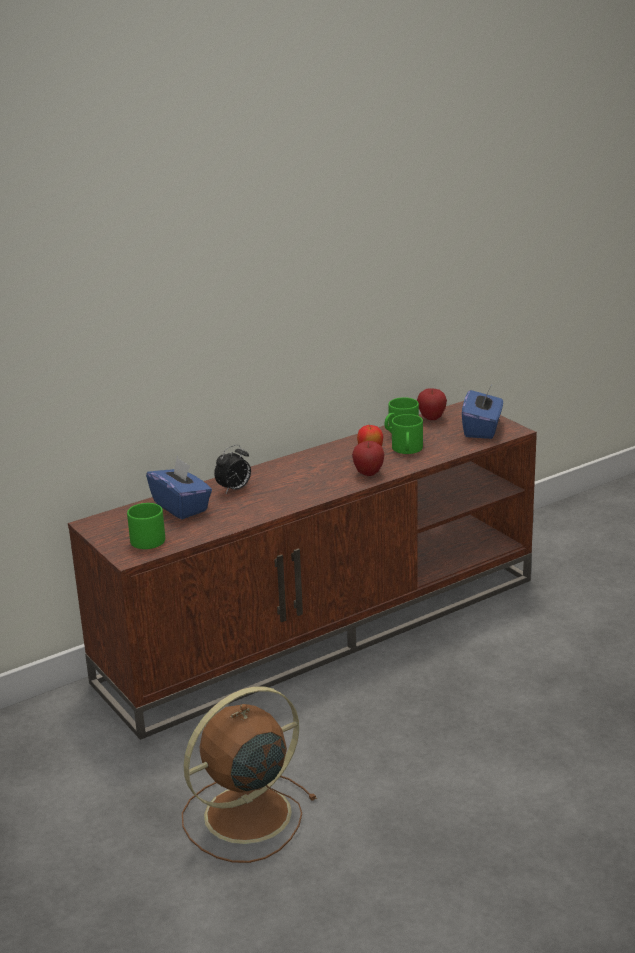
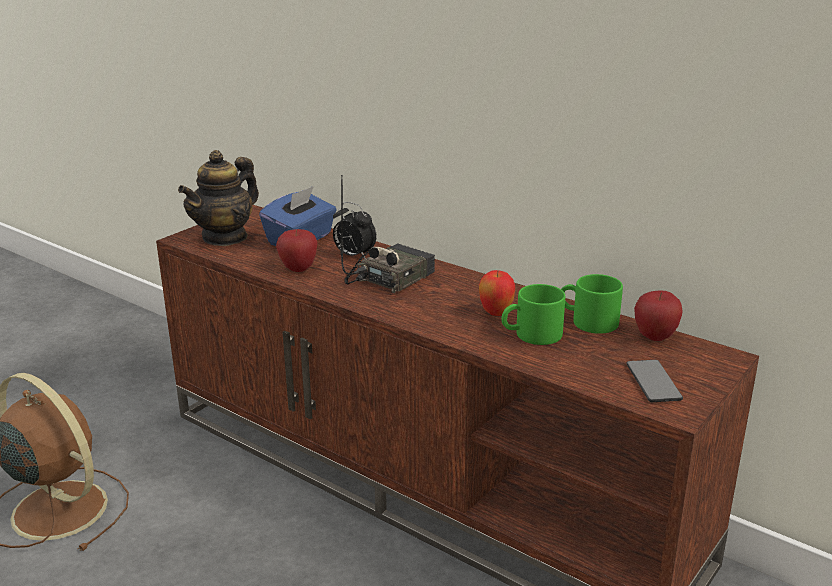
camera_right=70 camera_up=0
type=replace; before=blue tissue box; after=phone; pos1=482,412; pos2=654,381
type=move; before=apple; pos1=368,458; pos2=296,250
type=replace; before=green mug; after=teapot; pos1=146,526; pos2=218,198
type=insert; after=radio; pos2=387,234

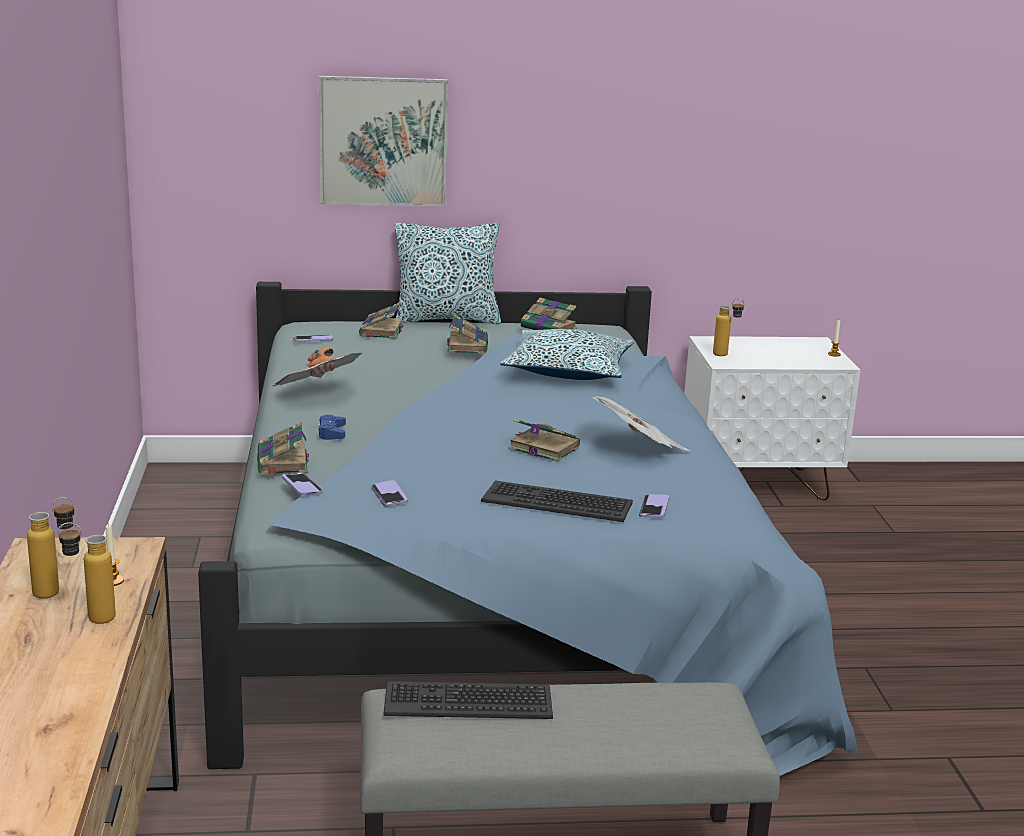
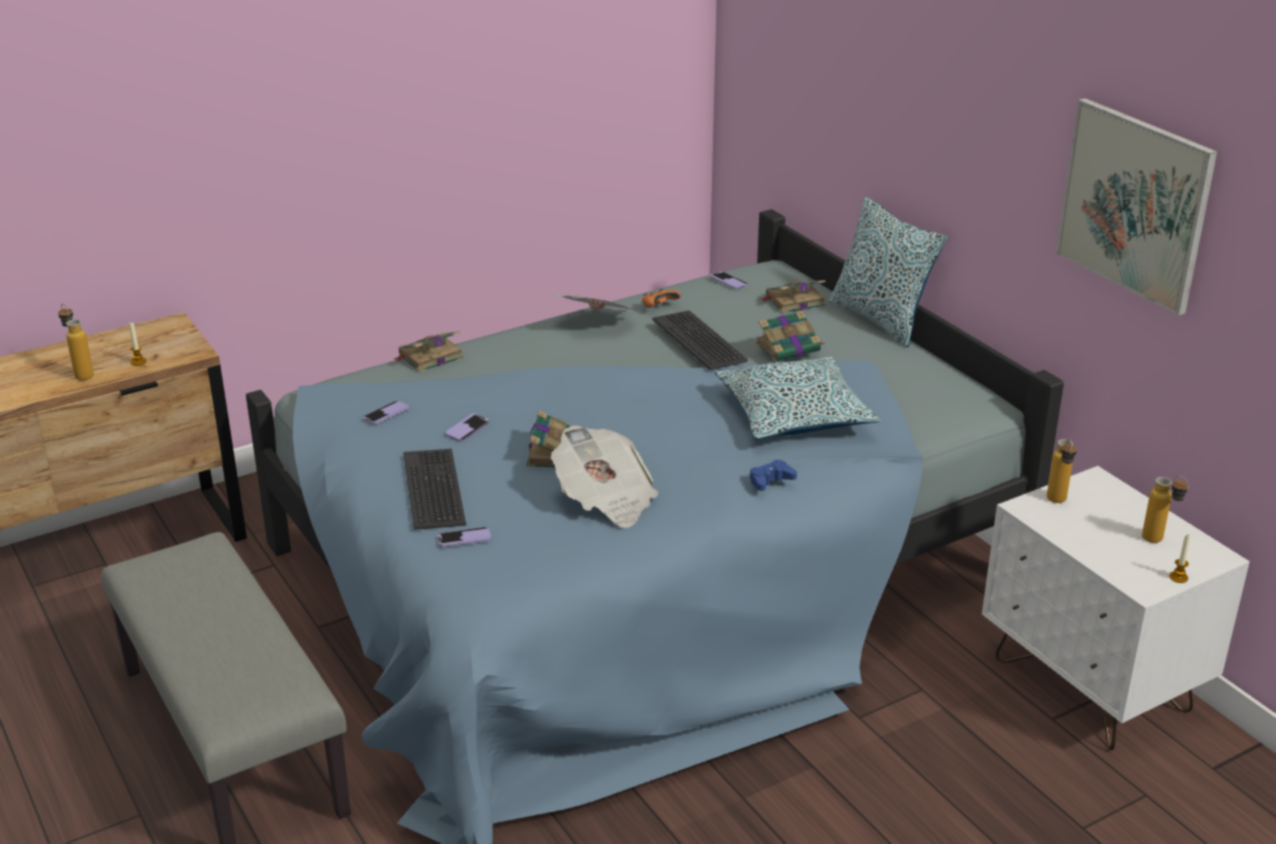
camera_right=65 camera_up=10
type=move; before=picture; pos1=383,141; pos2=1136,207
type=delete; before=book; pos1=549,313
type=move; before=blue game controller; pos1=332,427; pos2=773,475
type=move; before=phone; pos1=302,484; pos2=468,428
type=move; before=bottle; pos1=51,548; pos2=1165,509
type=move; before=keyboard; pos1=468,700; pos2=700,340

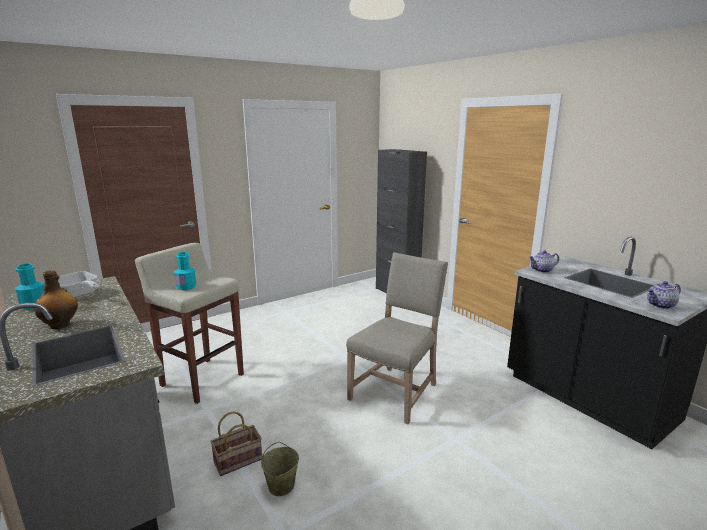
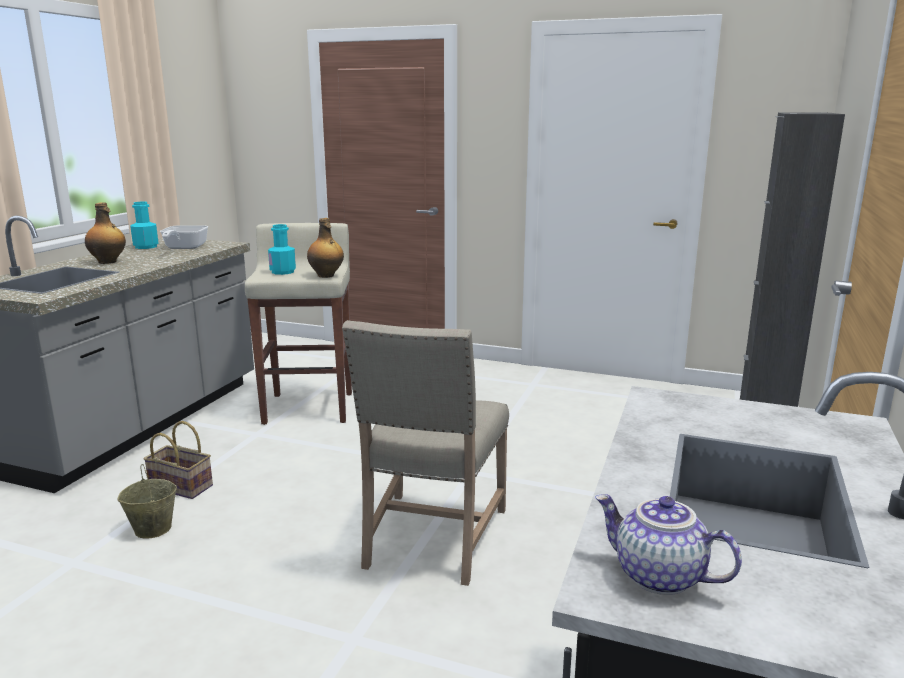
camera_right=55 camera_up=0
type=delete; before=teapot; pos1=544,261
type=rotate; before=beige chair; pos1=397,338; pos2=425,453; turn=105
type=insert; after=bottle; pos2=325,248

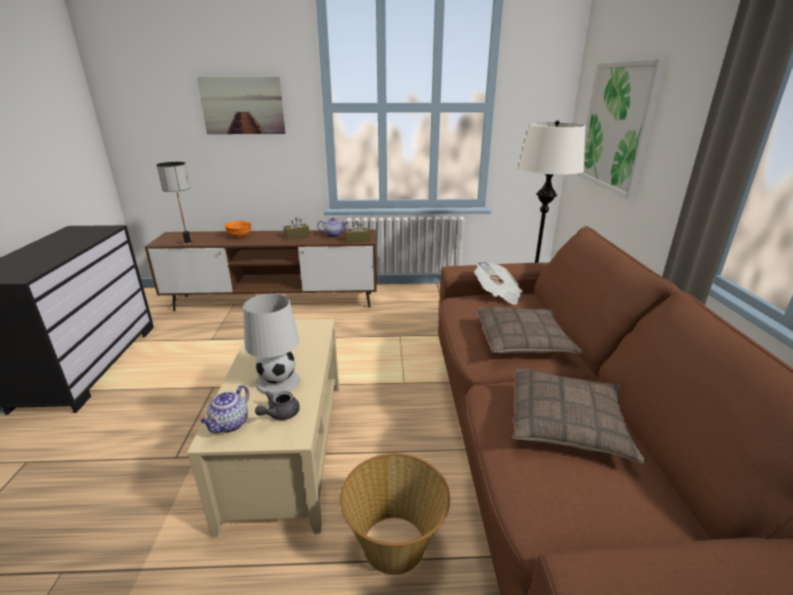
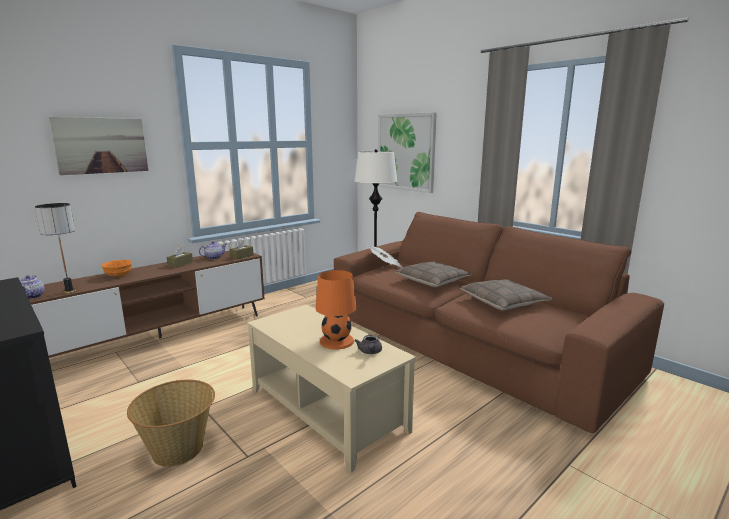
camera_right=-40 camera_up=-10
type=recolor; before=white table lamp; after=orange table lamp; pos1=271,344; pos2=336,310
type=move; before=teapot; pos1=225,409; pos2=32,287
type=move; before=basket; pos1=395,514; pos2=171,423

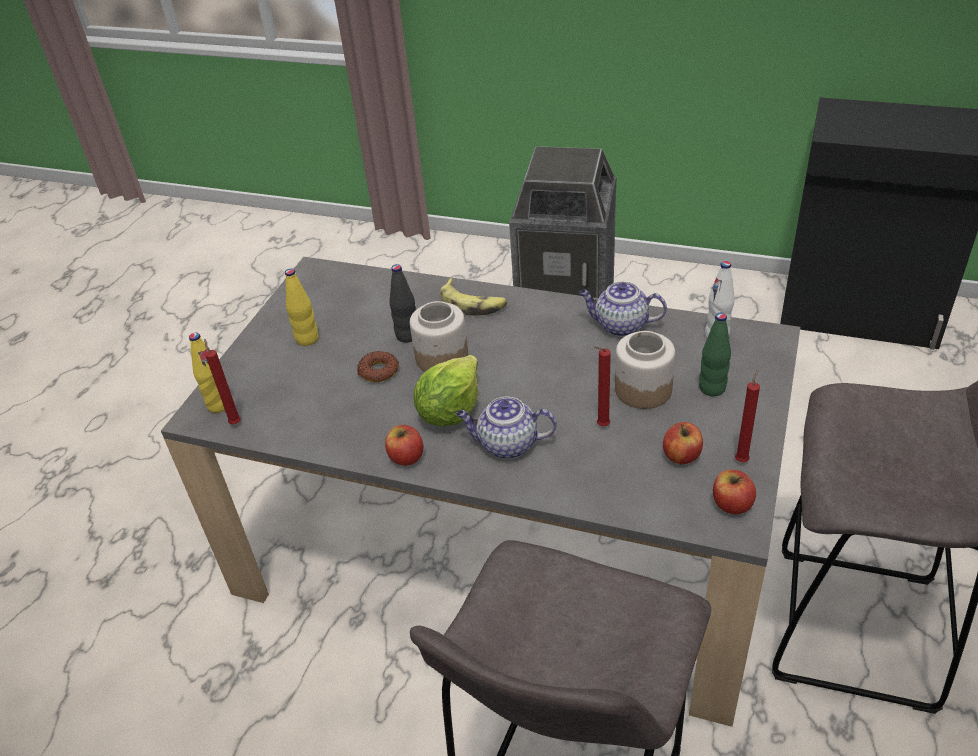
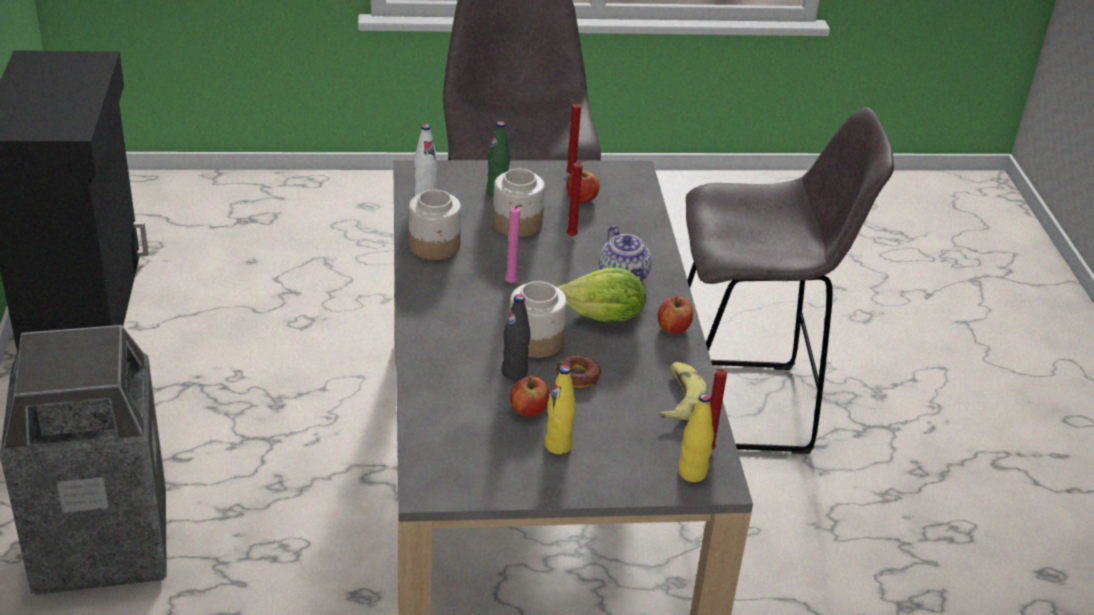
camera_right=-120 camera_up=-5
type=move; before=banana; pos1=473,297; pos2=683,391
type=replace; before=teapot; after=jar; pos1=623,309; pos2=435,224
type=move; before=apple; pos1=734,492; pos2=529,396
type=insert; after=pink candle; pos2=514,244

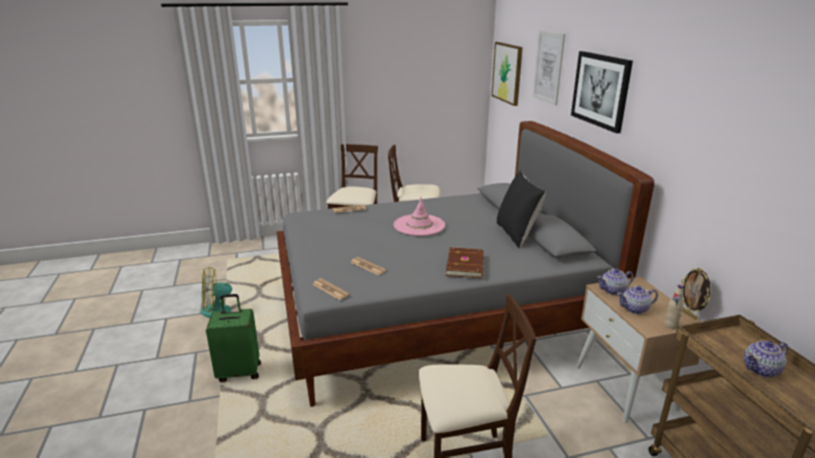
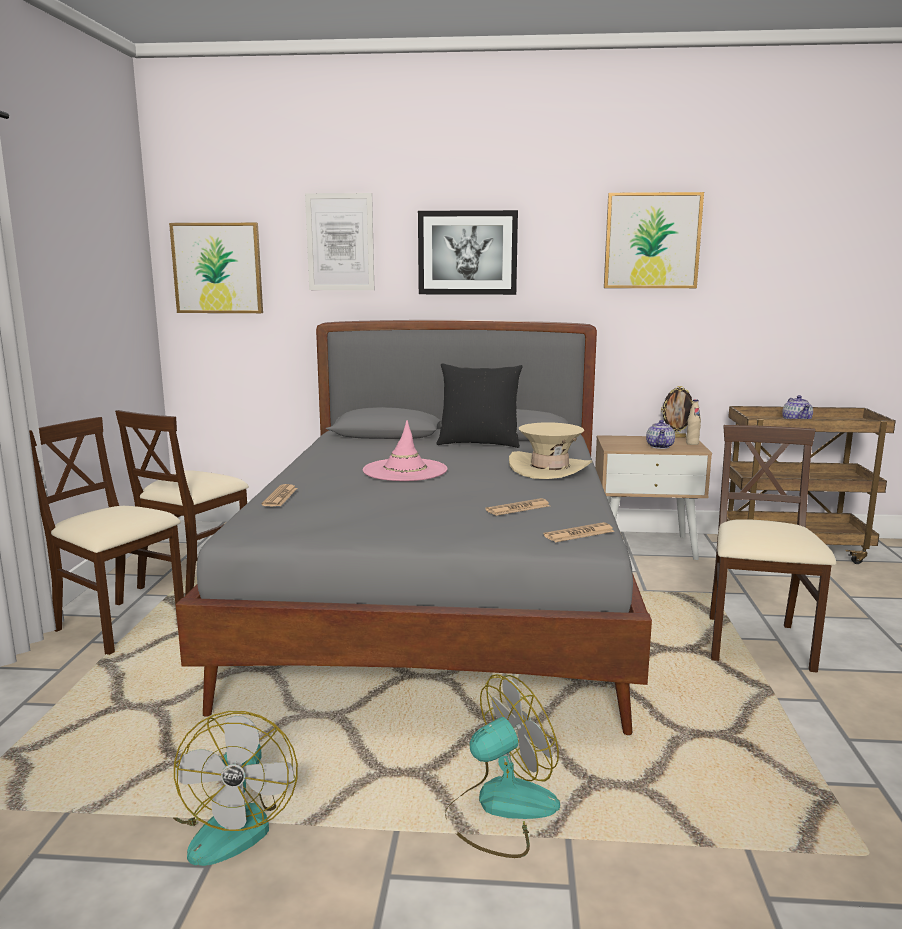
camera_right=-70 camera_up=-10
type=replace; before=brown book; after=beige hat; pos1=465,262; pos2=550,450
type=delete; before=teapot; pos1=615,282
type=replace; before=green suitcase; after=fan; pos1=233,338; pos2=502,766
type=insert; after=picture; pos2=654,240

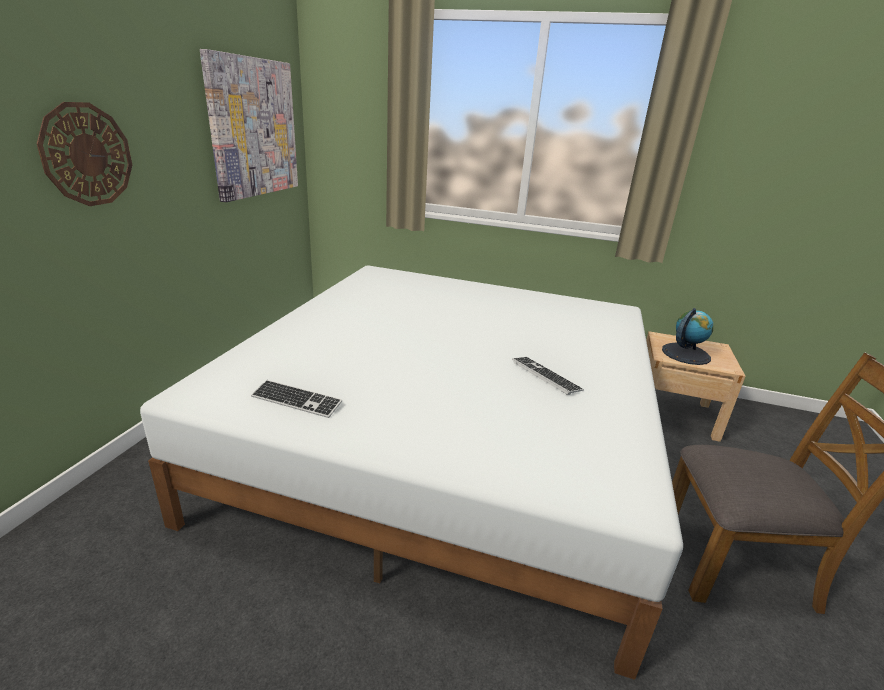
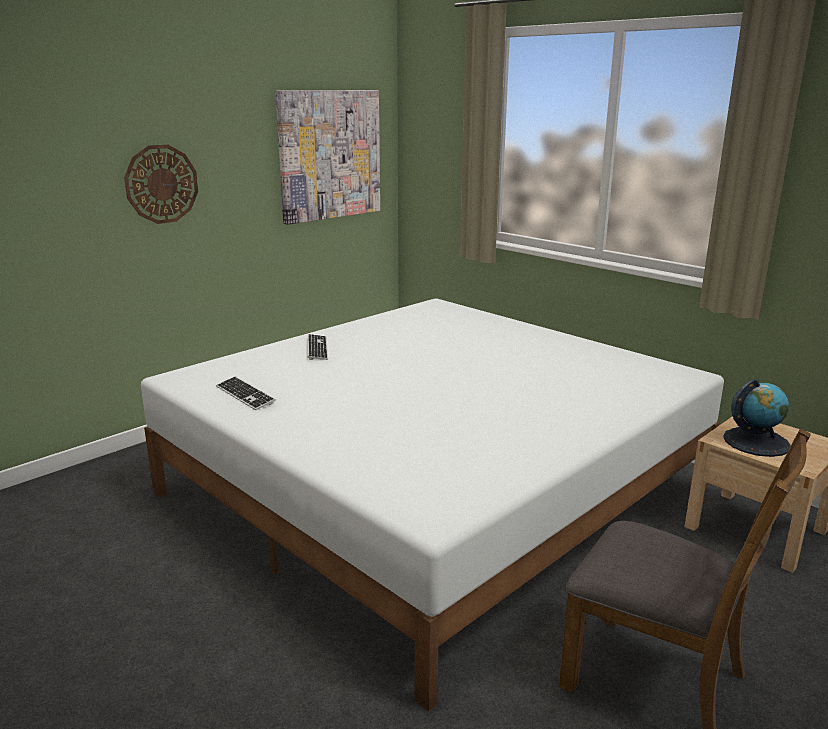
camera_right=30 camera_up=-5
type=move; before=keyboard; pos1=548,376; pos2=317,347

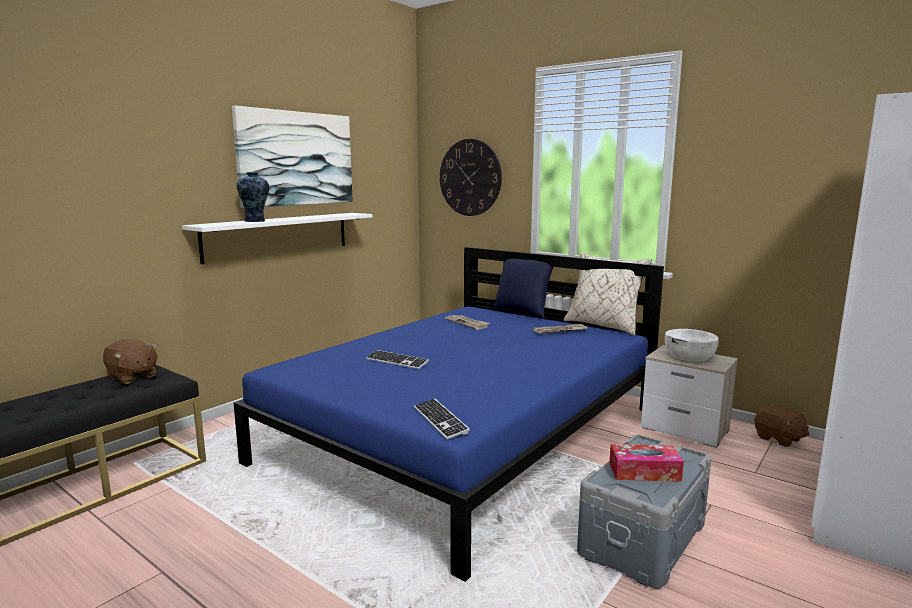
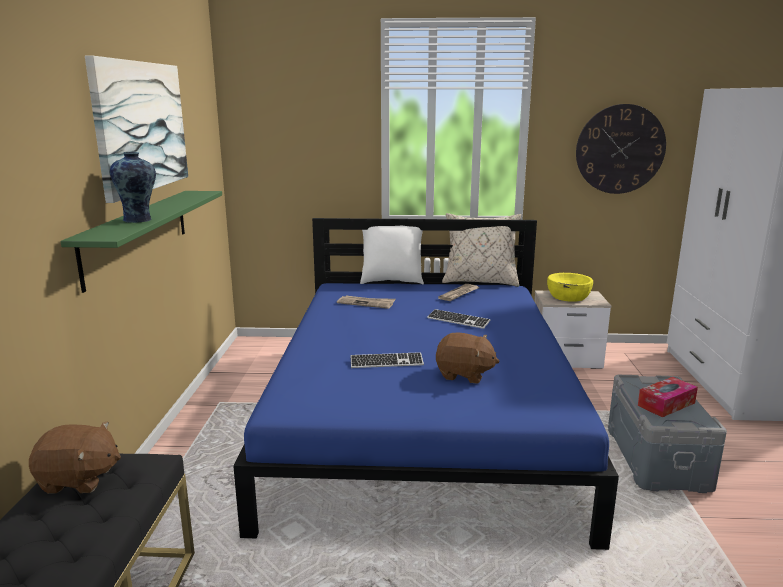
camera_right=-35 camera_up=5
type=move; before=wall clock; pos1=471,177; pos2=621,149
type=recolor; before=white shelf; after=green shelf; pos1=277,238; pos2=141,242
type=recolor; before=blue pillow; after=white pillow; pos1=523,289; pos2=392,255
type=recolor; before=white bowl; after=yellow bowl; pos1=692,345; pos2=570,287
type=move; before=keyboard; pos1=442,418; pos2=458,319
type=move; before=brown plush toy; pos1=782,425; pos2=467,358

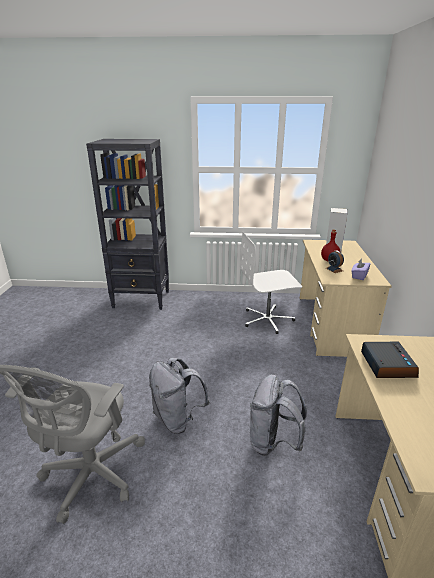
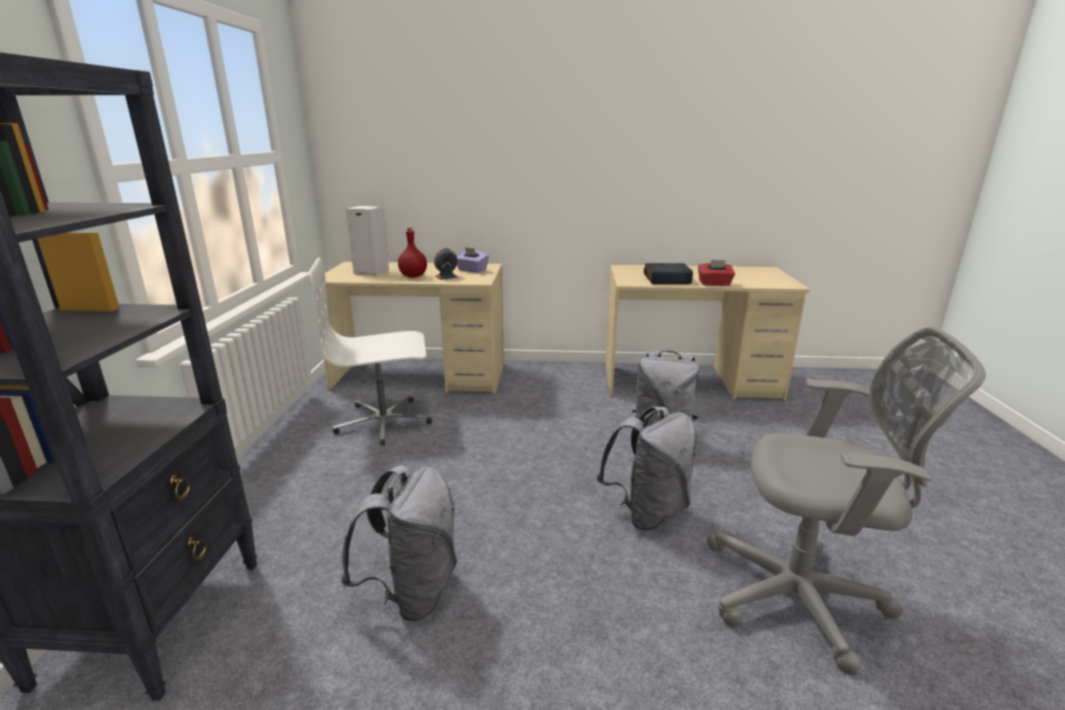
camera_right=-90 camera_up=-5
type=rotate; before=white office chair; pos1=271,283; pos2=370,351; turn=90
type=insert; after=red tissue box; pos2=716,273
type=insert; after=grey backpack; pos2=399,543

